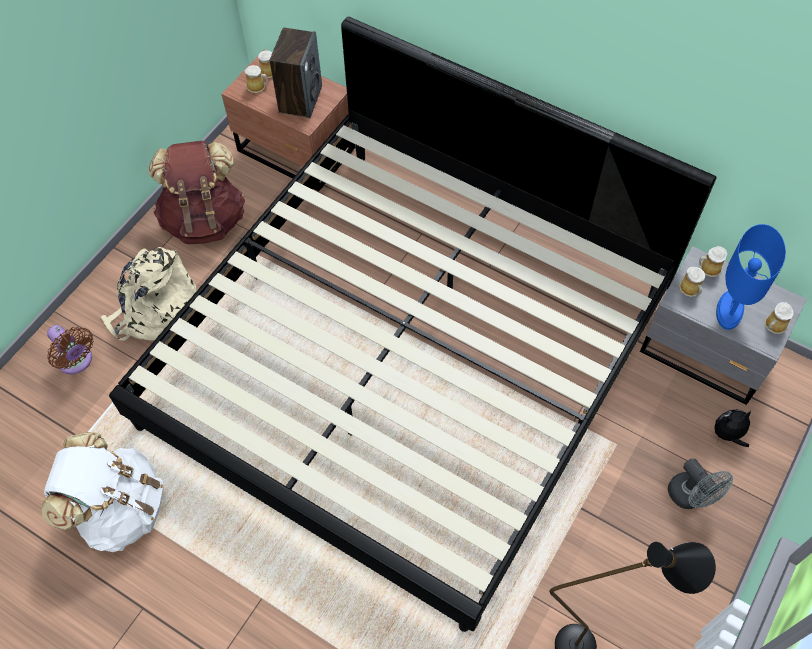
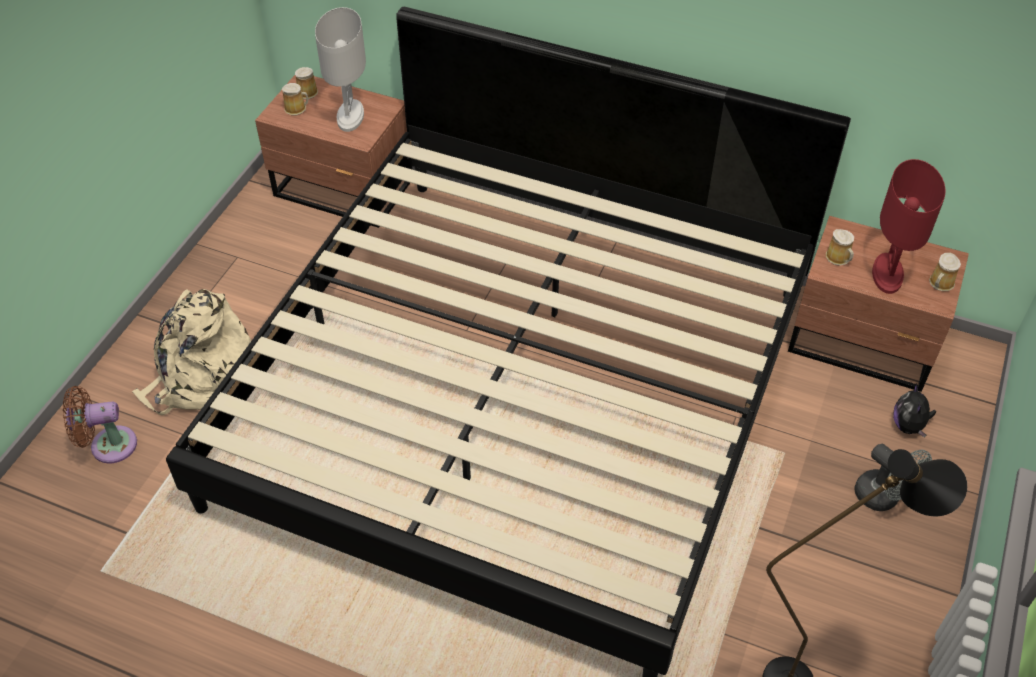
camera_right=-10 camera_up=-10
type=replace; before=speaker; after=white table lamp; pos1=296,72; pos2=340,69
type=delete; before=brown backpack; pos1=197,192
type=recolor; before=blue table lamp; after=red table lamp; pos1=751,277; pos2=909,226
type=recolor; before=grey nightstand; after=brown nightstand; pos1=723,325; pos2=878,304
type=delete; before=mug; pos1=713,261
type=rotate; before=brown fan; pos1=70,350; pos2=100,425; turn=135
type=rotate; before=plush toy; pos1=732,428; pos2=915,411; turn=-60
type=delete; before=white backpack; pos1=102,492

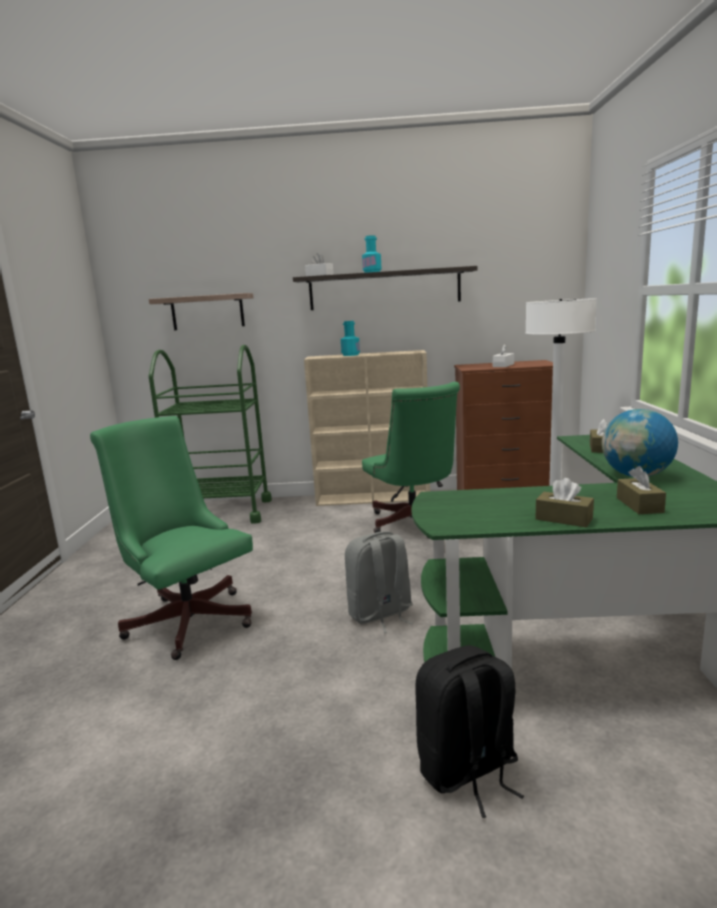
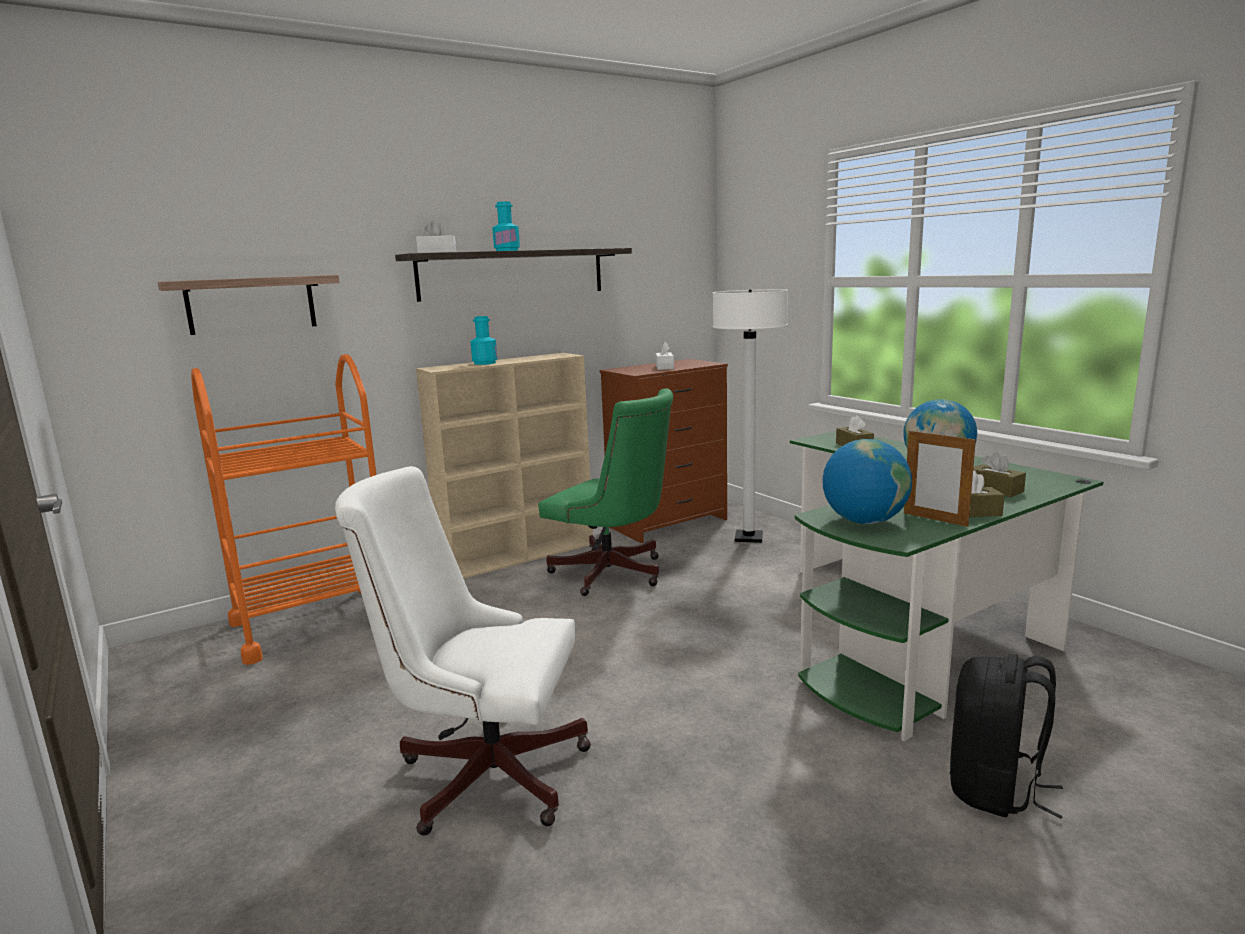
camera_right=-35 camera_up=0
type=recolor; before=green cart; after=orange cart; pos1=210,434; pos2=284,509
type=recolor; before=green office chair; after=white office chair; pos1=171,538; pos2=463,651
type=delete; before=grey backpack; pos1=379,582
type=insert; after=picture frame; pos2=940,478
type=insert; after=globe; pos2=867,481

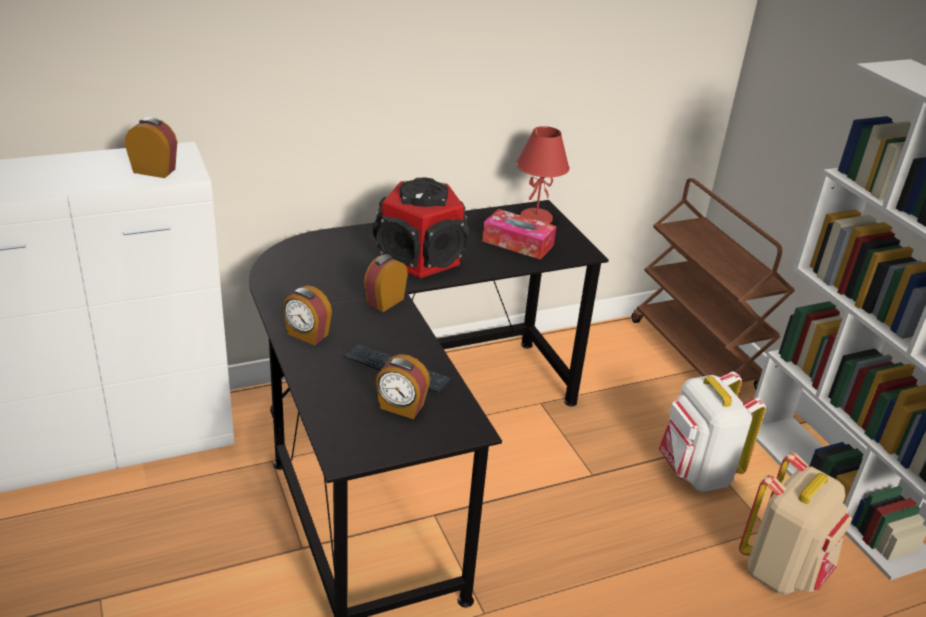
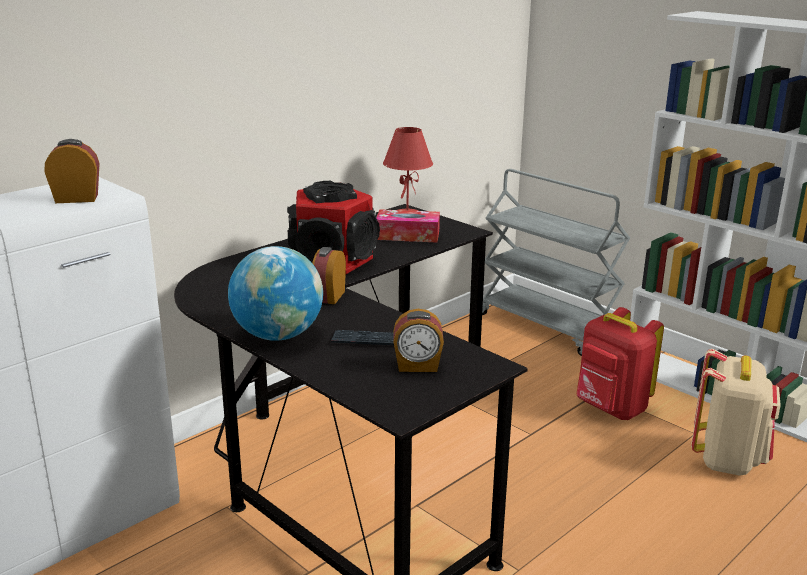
camera_right=-20 camera_up=-10
type=recolor; before=brown cart; after=grey cart; pos1=713,284; pos2=556,262
type=replace; before=alarm clock; after=globe; pos1=307,315; pos2=275,293
type=recolor; before=white backpack; after=red backpack; pos1=712,431; pos2=620,363

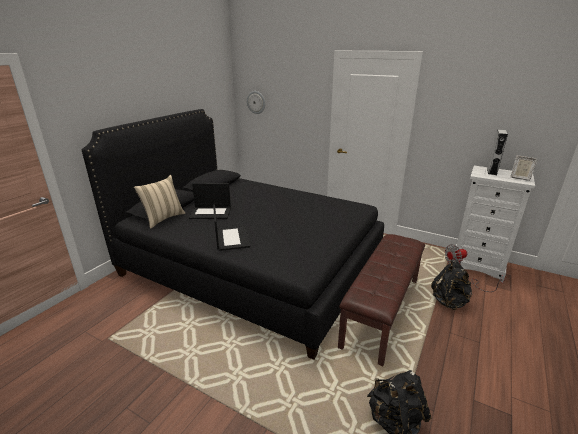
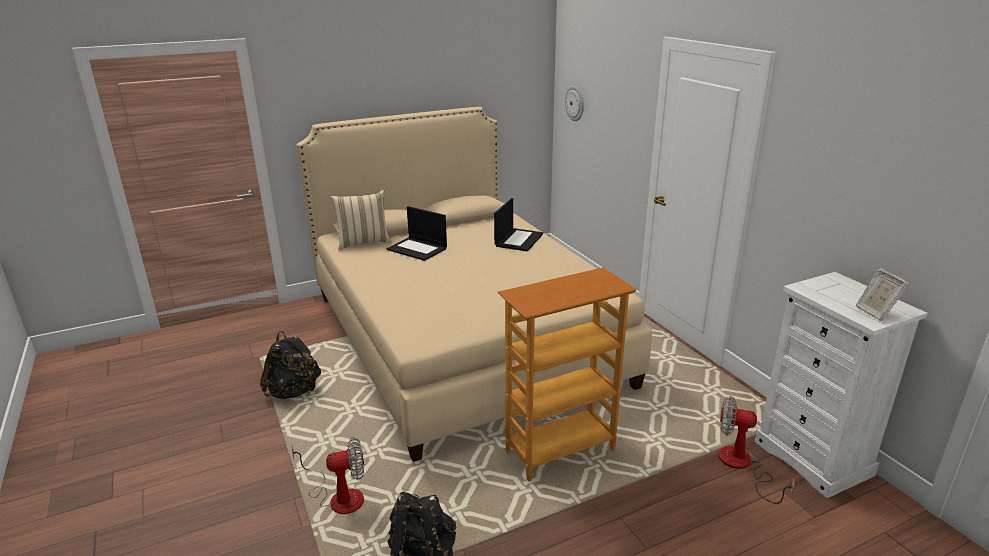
camera_right=35 camera_up=0
type=recolor; before=black bed; after=beige bed; pos1=233,234; pos2=474,284
type=delete; before=grey speaker; pos1=497,152
type=move; before=laptop; pos1=231,227; pos2=518,224
type=replace; before=brown bench; after=bookcase; pos1=381,300; pos2=567,374
type=move; before=black backpack; pos1=451,285; pos2=290,365
type=insert; after=fan; pos2=328,475

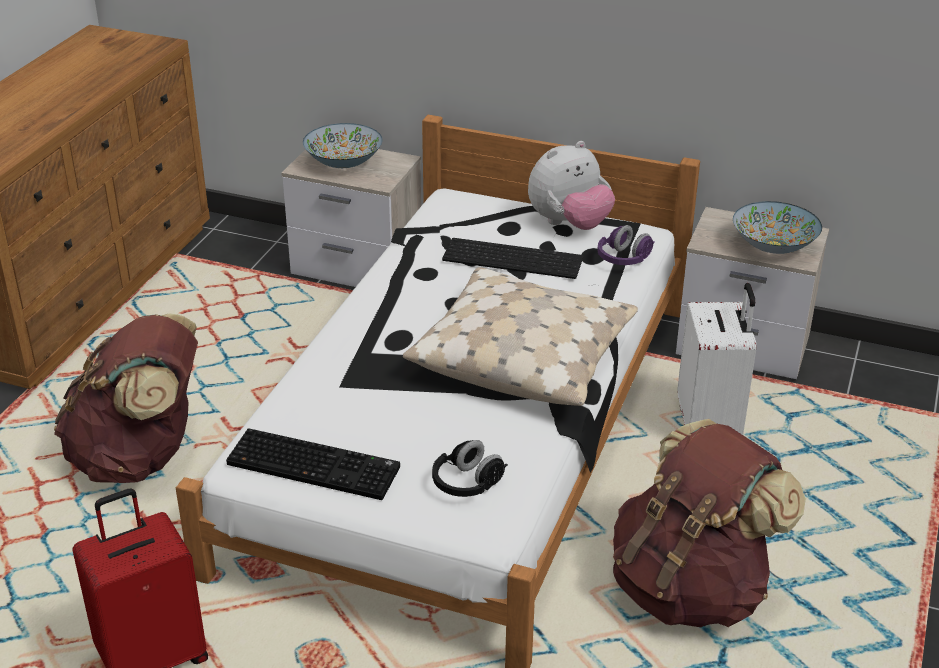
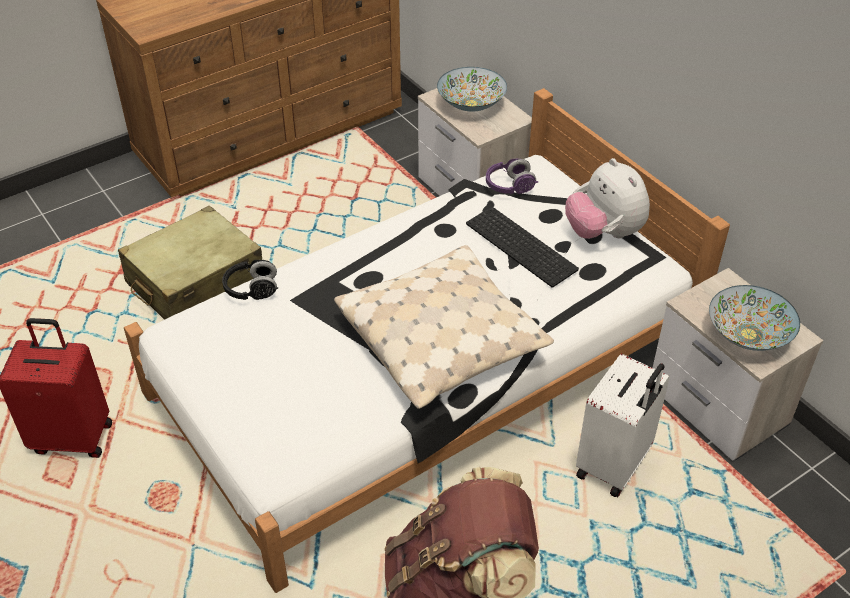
camera_right=35 camera_up=10
type=rotate; before=plush toy; pos1=571,185; pos2=607,198; turn=60
type=move; before=purple headphones; pos1=626,245; pos2=512,176
type=replace; before=brown backpack; after=beige suitcase; pos1=126,398; pos2=190,263
type=delete; before=keyboard; pos1=313,464
type=move; before=black headphones; pos1=470,468; pos2=250,280

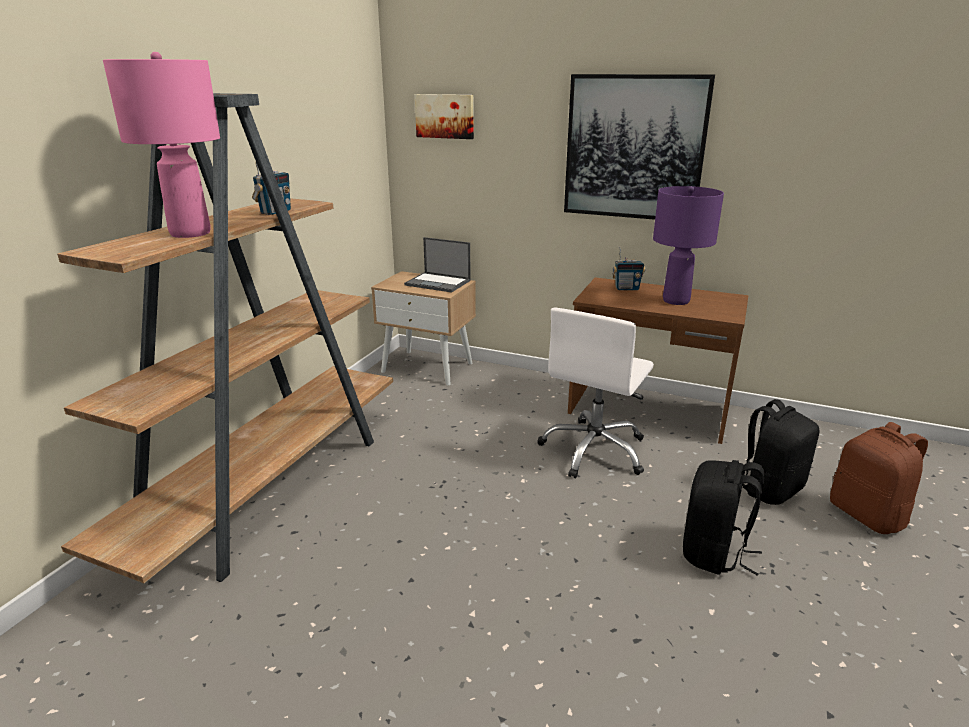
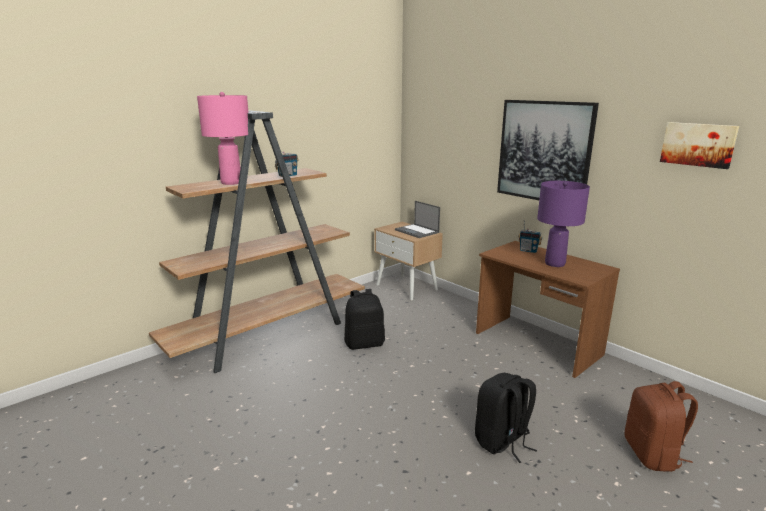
camera_right=25 camera_up=-5
type=move; before=picture; pos1=444,116; pos2=699,145
type=delete; before=white office chair; pos1=595,393
type=move; before=black backpack; pos1=781,452; pos2=364,319

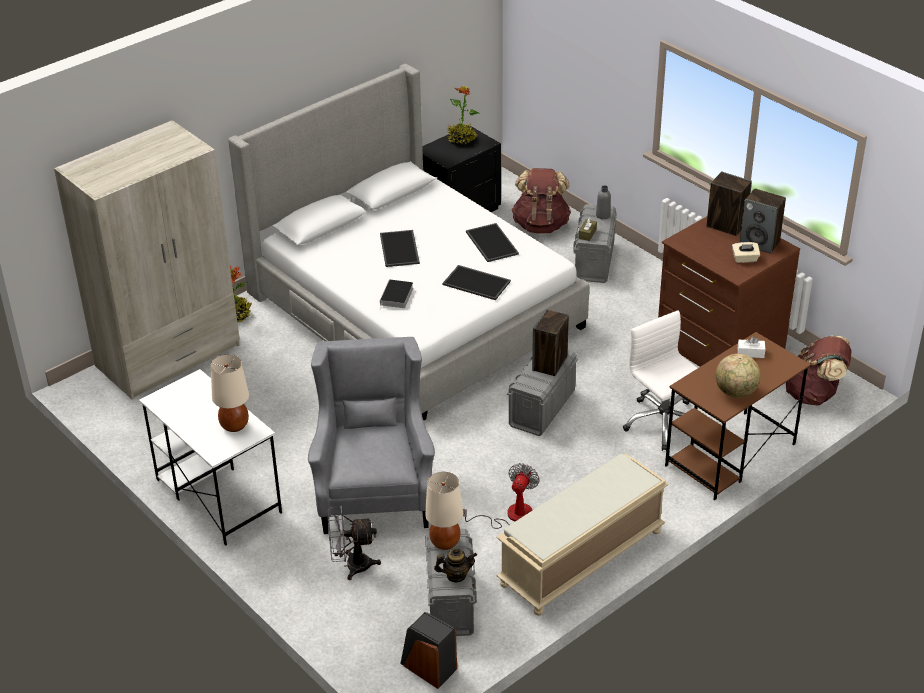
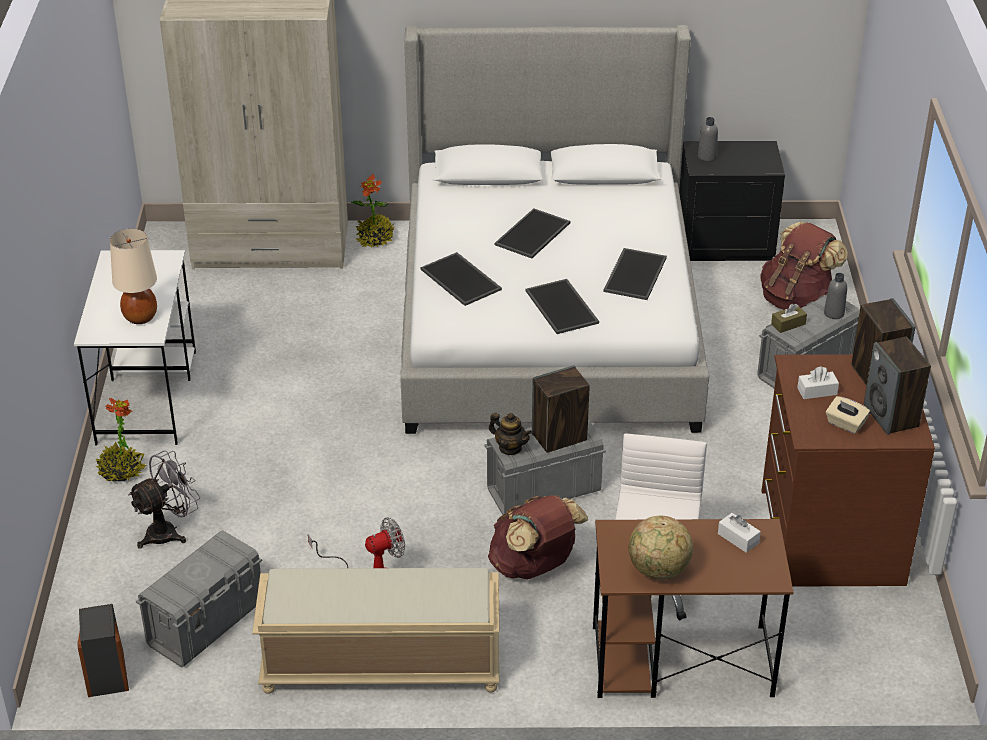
camera_right=40 camera_up=0
type=move; before=potted plant; pos1=463,115; pos2=121,439
type=replace; before=book; after=tray; pos1=396,293; pos2=461,279
type=move; before=brown backpack; pos1=819,370; pos2=538,537
type=delete; before=grey armchair; pos1=371,435
type=delete; before=beige table lamp; pos1=444,511
type=rotate; before=grey fan; pos1=354,543; pos2=164,499; turn=105
type=move; before=teapot; pos1=455,565; pos2=510,434
type=insert; after=grey bottle; pos2=708,139
type=insert; after=white tissue box; pos2=818,382

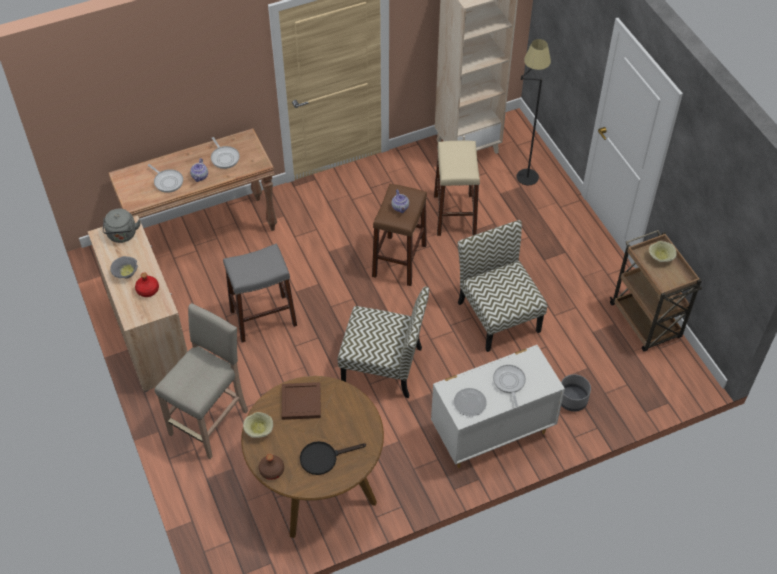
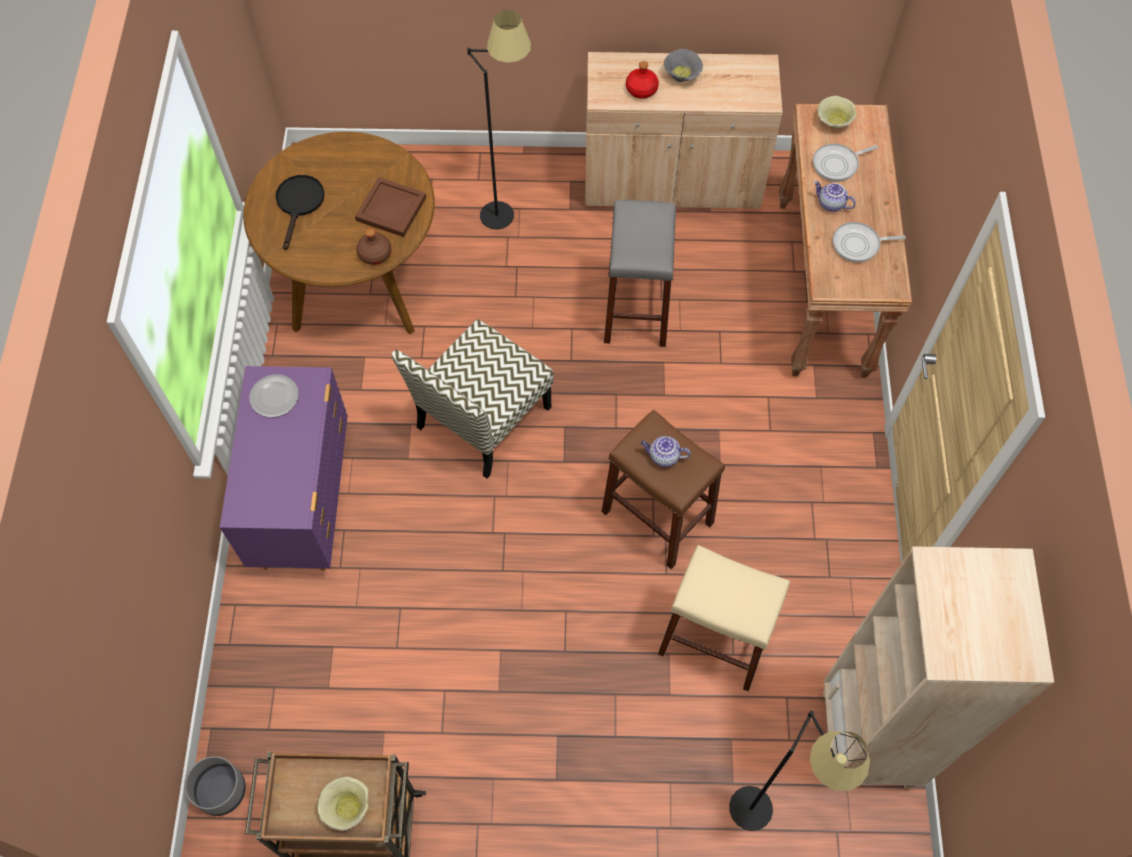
camera_right=115 camera_up=10
type=delete; before=grey kettle; pos1=122,225
type=delete; before=chair; pos1=502,286
type=replace; before=beige stool; after=black floor lamp; pos1=201,381; pos2=499,119
type=recolor; before=white dresser; after=purple dresser; pos1=498,406; pos2=284,468
type=delete; before=frying pan; pos1=509,386
type=move; before=grey planter; pos1=576,393; pos2=215,786
type=move; before=beige bowl; pos1=258,425; pos2=837,112
type=move; before=brown bottle; pos1=271,467; pos2=373,246

